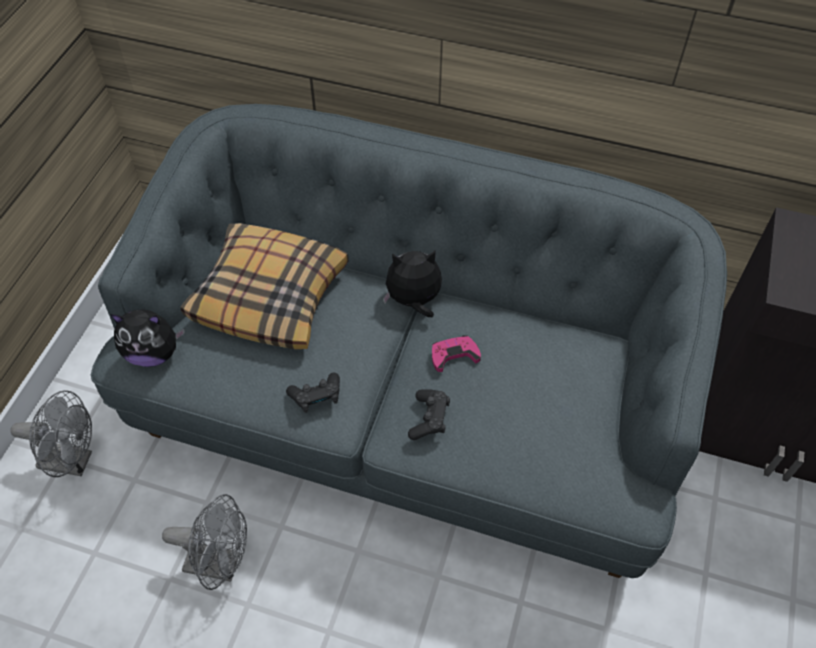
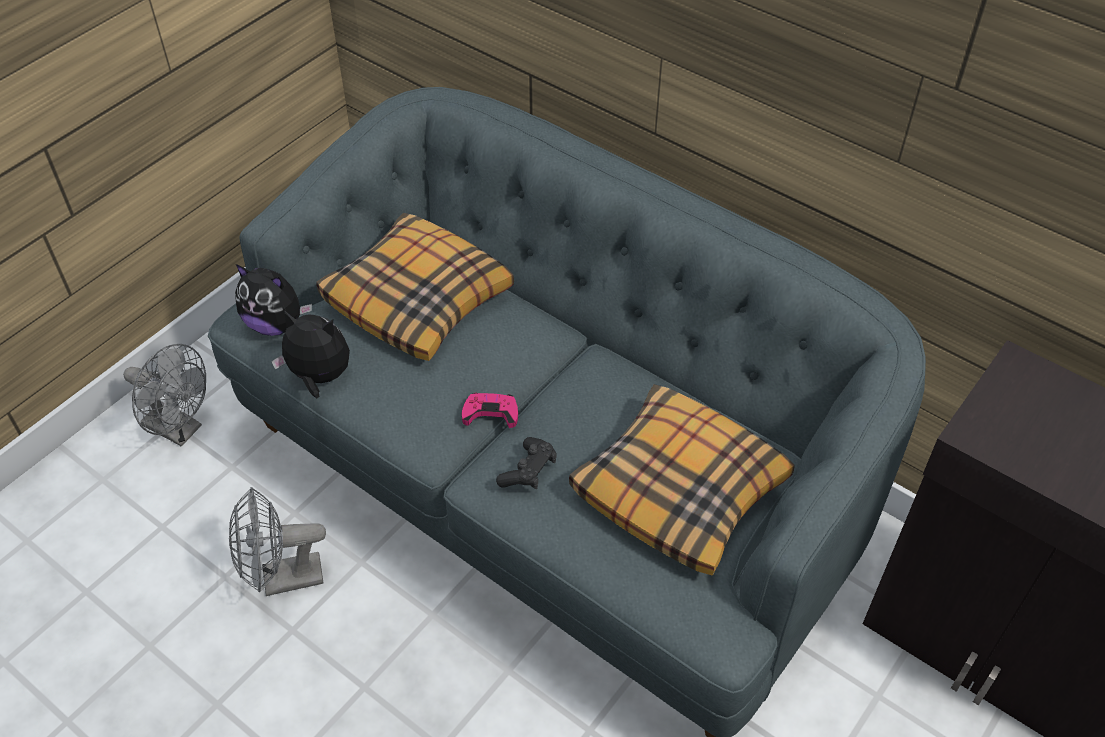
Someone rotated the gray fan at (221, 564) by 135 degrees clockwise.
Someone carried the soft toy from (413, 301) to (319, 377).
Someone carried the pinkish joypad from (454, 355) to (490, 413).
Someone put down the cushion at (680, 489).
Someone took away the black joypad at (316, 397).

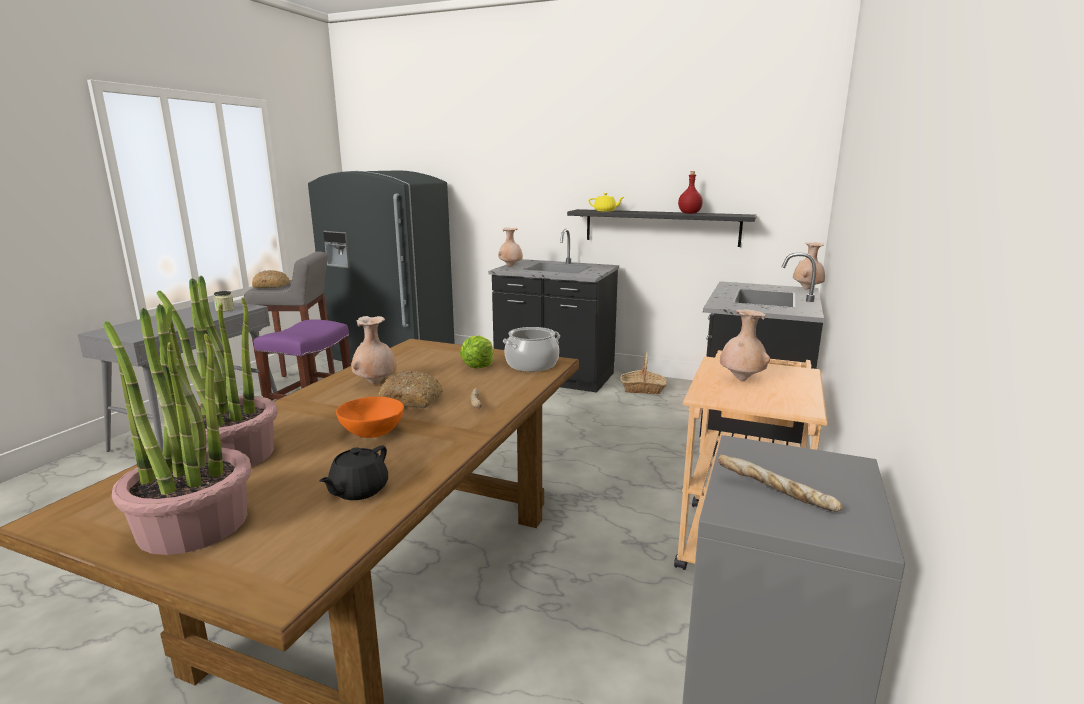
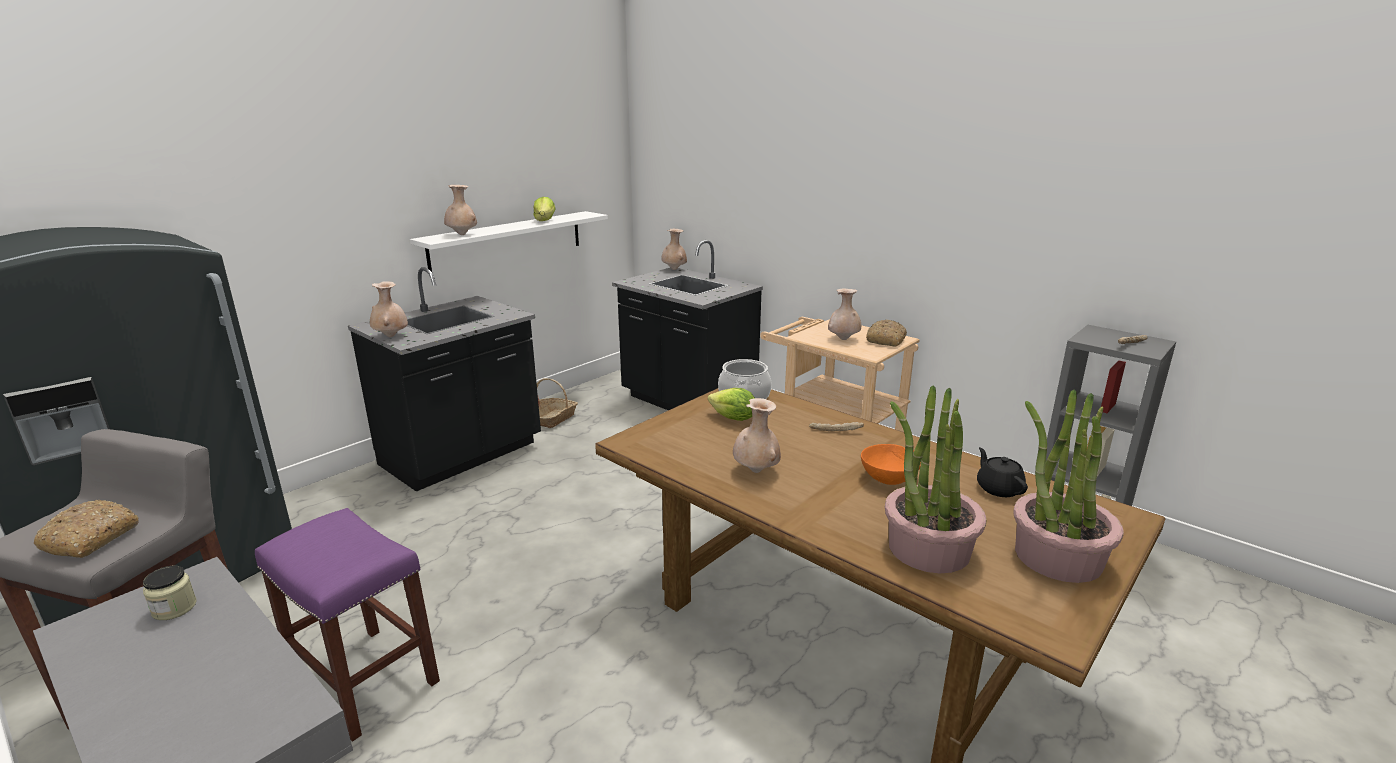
Someone repainted the black wall shelf at (661, 227), which became the white wall shelf at (508, 241).
Someone swapped the yellow pot for tea at (605, 211) for the beige vase at (462, 234).
Someone swapped the red beverage bottle at (690, 213) for the lettuce head at (545, 221).
Someone carried the bread from (412, 400) to (885, 340).
Someone rotated the black pot for tea at (358, 491) by 150 degrees counterclockwise.

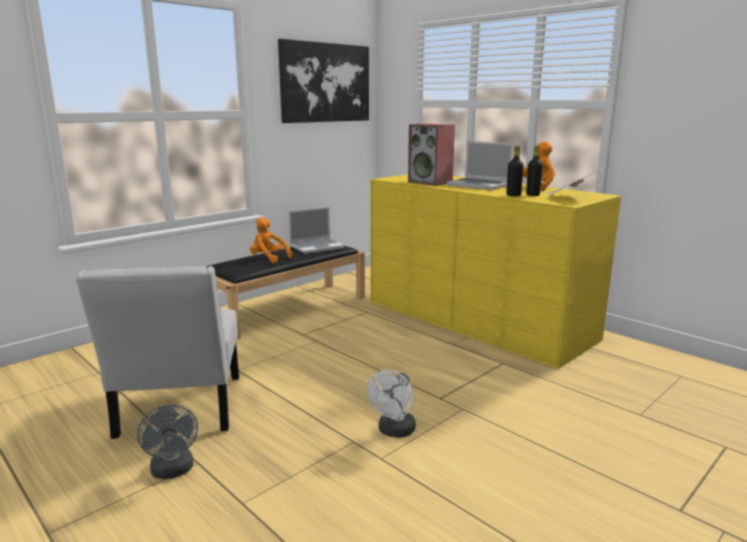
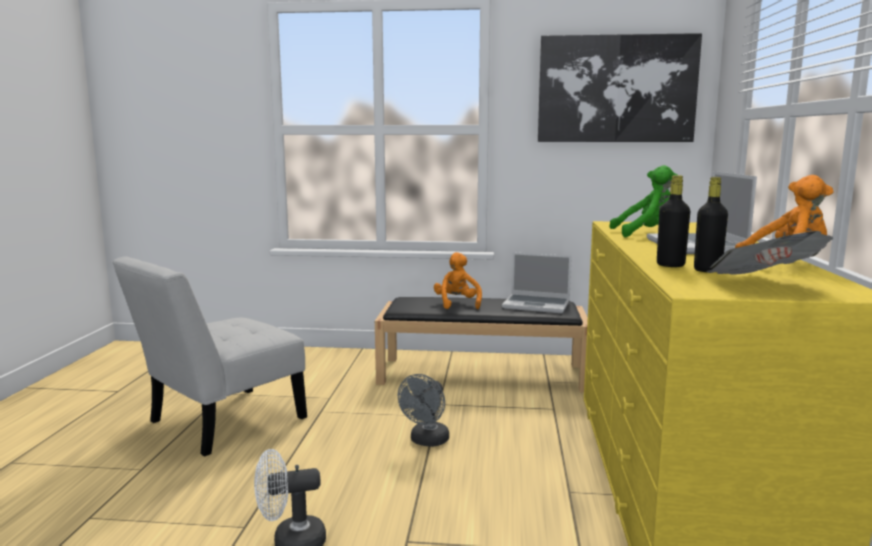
Someone carried the gray fan from (173, 471) to (427, 441).
Someone swapped the loudspeaker at (431, 182) for the green soft toy at (646, 233).

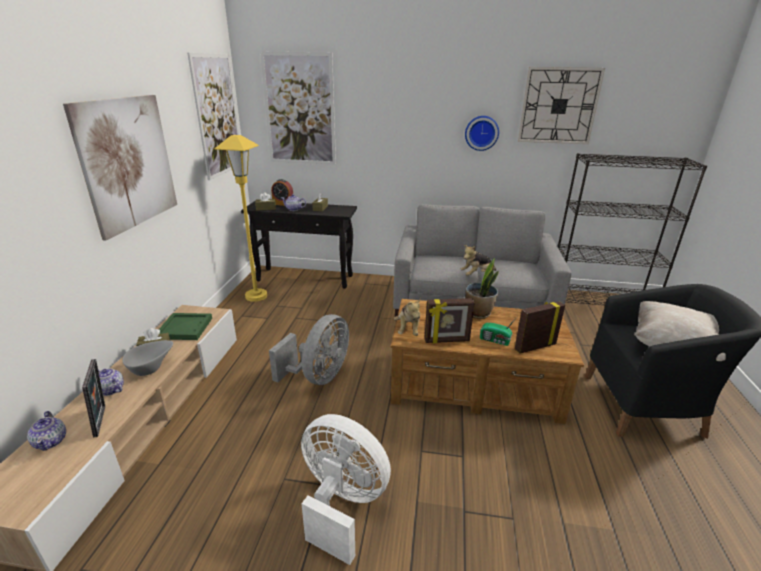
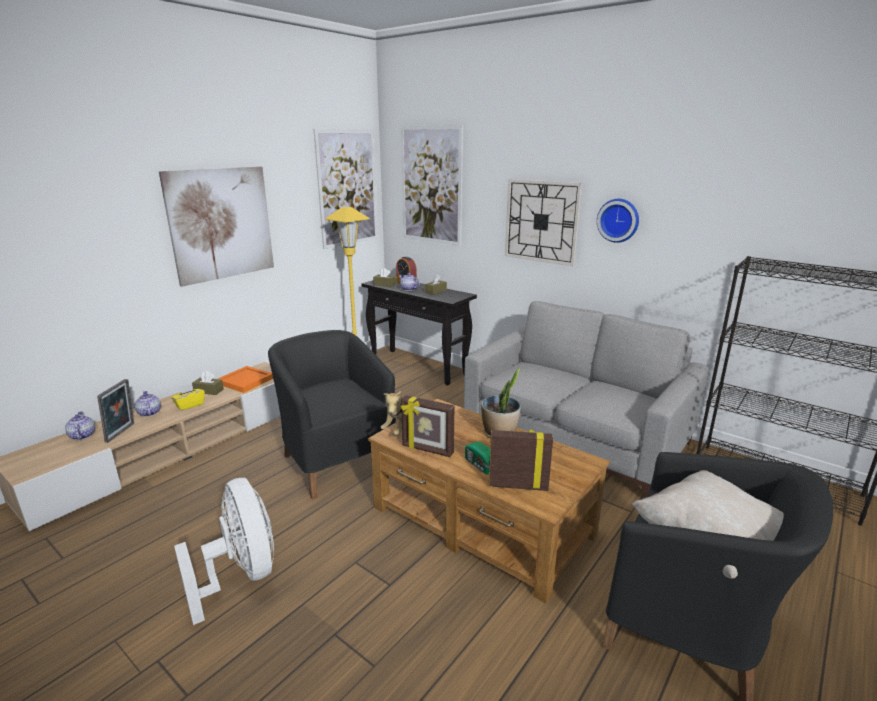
Someone rotated the pot for tea at (51, 441) by 150 degrees clockwise.
Someone swapped the gray serving bowl at (151, 368) for the yellow tissue holder at (190, 405).
Someone repainted the green carrying tray at (186, 328), which became the orange carrying tray at (246, 381).
Someone swapped the gray fan at (319, 376) for the black armchair at (336, 460).
Someone carried the hanging clock from (558, 106) to (541, 221).
Someone took away the soft toy at (477, 275).

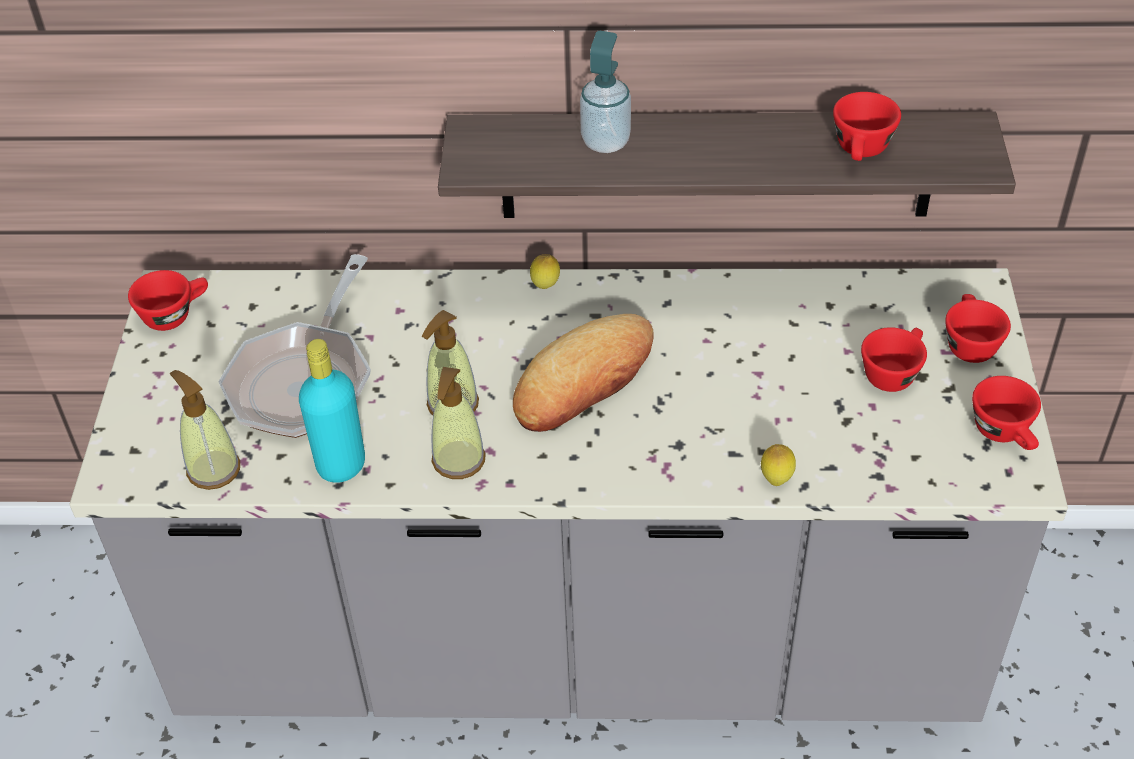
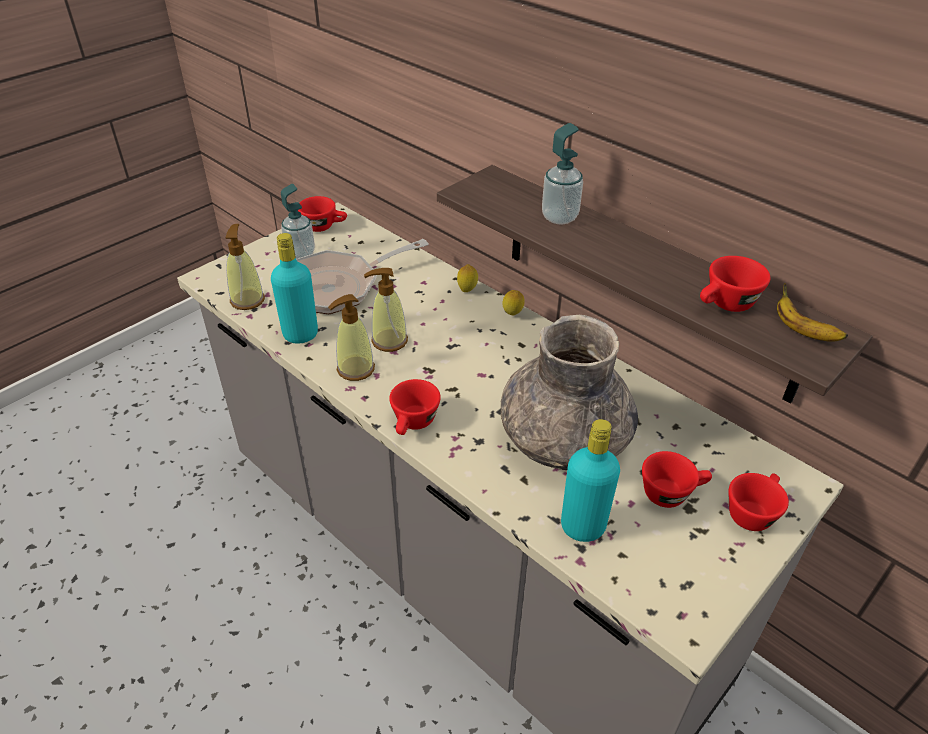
Someone put down the soap bottle at (300, 254).
Someone carried the red drinking cup from (1005, 434) to (413, 424).
Someone carried the whole lemon from (776, 479) to (467, 290).
Someone put down the gray vase at (563, 441).
Someone put down the blue-green beverage bottle at (582, 527).
Someone put down the banana at (801, 331).
Someone took away the bread at (584, 380).

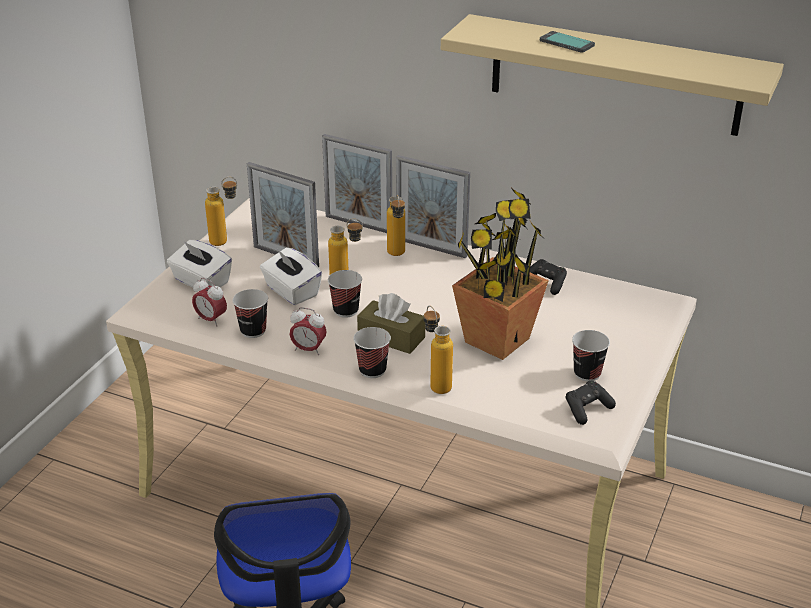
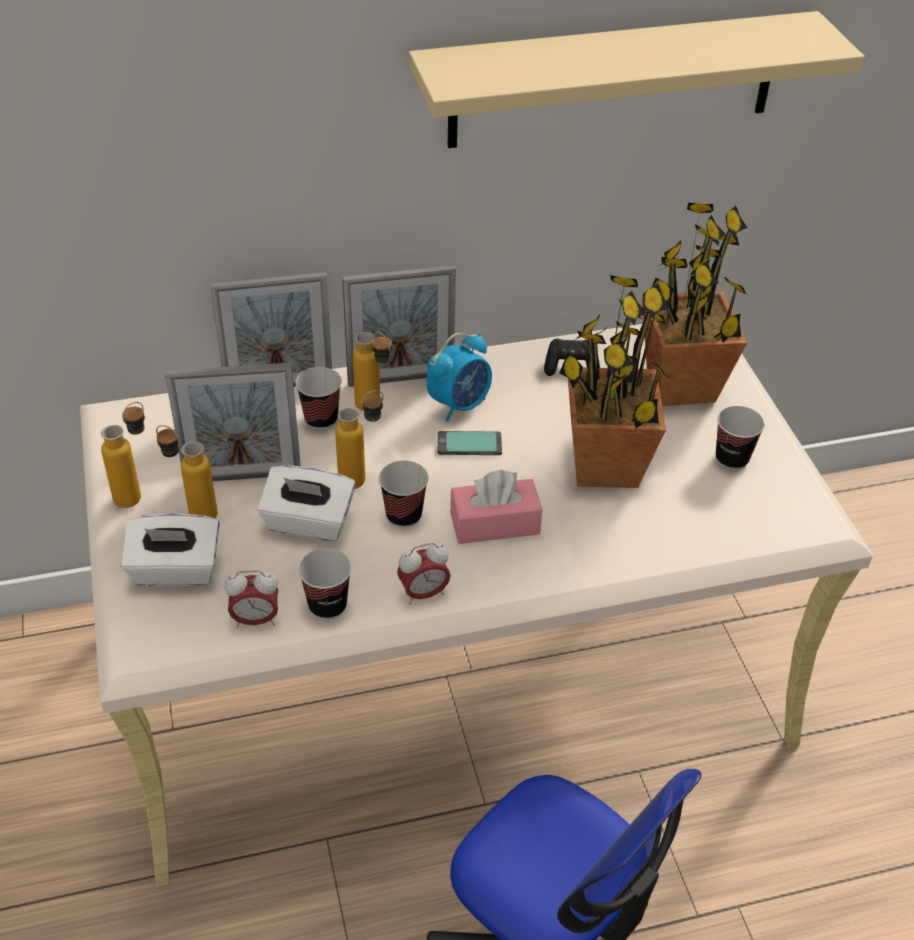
Someone carried the beverage bottle from (436, 383) to (193, 512).
Someone carried the drinking cup from (372, 370) to (321, 419).
Someone put down the alarm clock at (459, 404).
Someone carried the handset from (566, 43) to (469, 445).
Someone repainted the brownish tissue holder at (391, 337), which became the pinkish tissue holder at (494, 523).
Someone put down the houseplant at (681, 386).
Someone took away the black joypad at (587, 409).

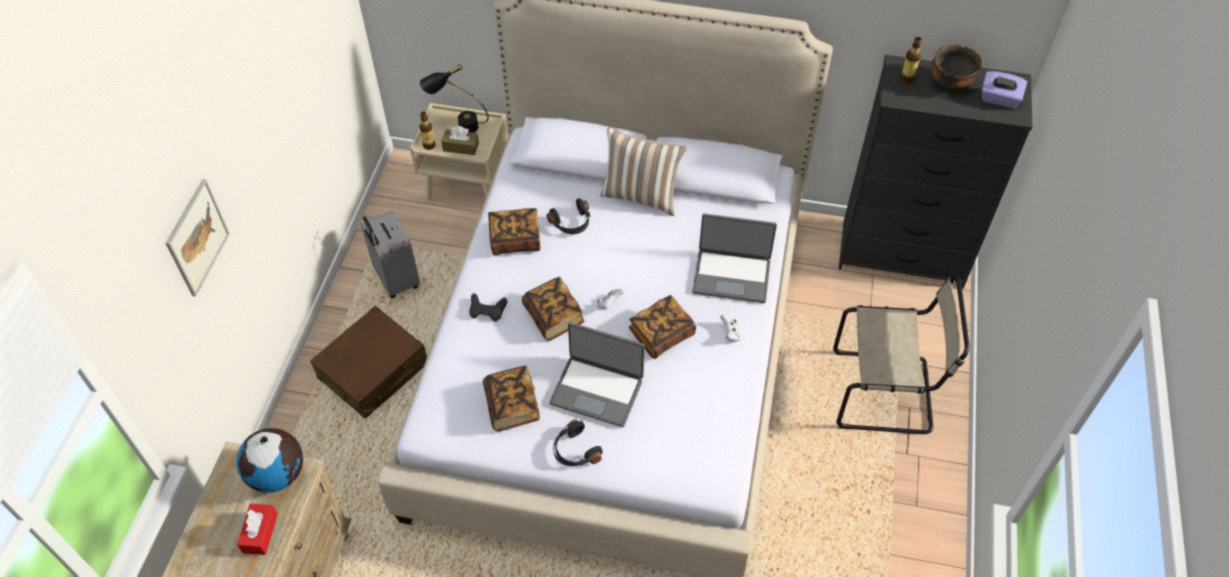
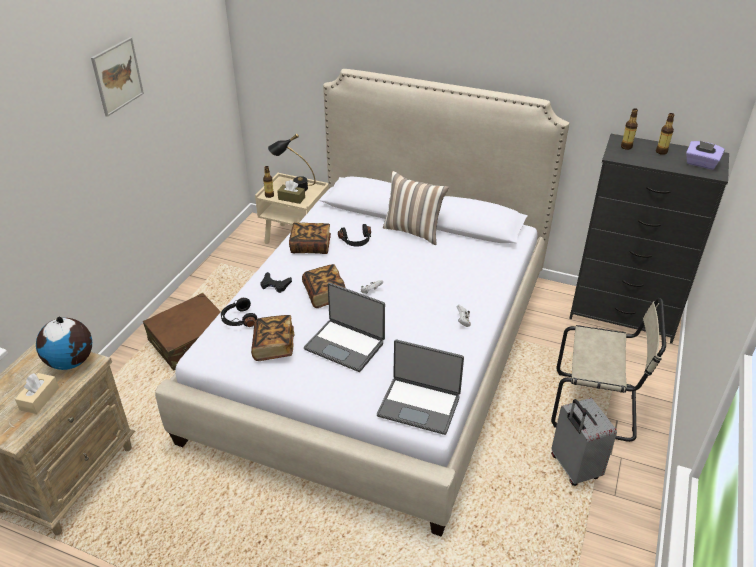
Someone repainted the red tissue holder at (260, 533), which became the beige tissue holder at (39, 398).
Someone carried the picture from (197, 237) to (117, 76).
Someone carried the black pair of headphones from (575, 451) to (238, 319).
Someone carried the laptop from (731, 275) to (419, 405).
Someone carried the gray travel case from (396, 280) to (573, 468).
Someone swapped the serving bowl at (950, 83) for the beverage bottle at (661, 152).
Someone took away the volume at (661, 335).

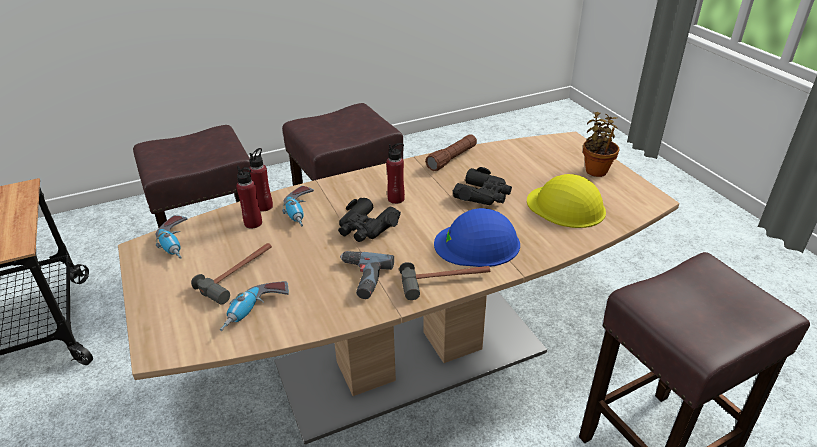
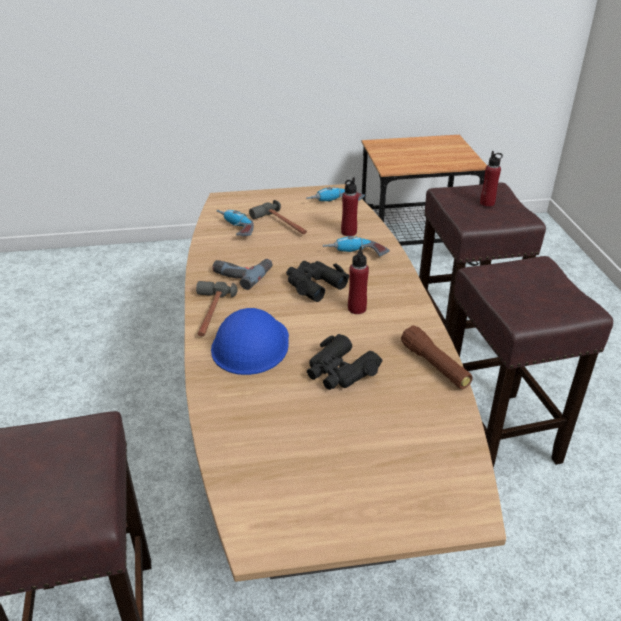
Someone carried the red beverage bottle from (264, 206) to (487, 203).
Someone took away the yellow safety helmet at (566, 206).
Someone took away the houseplant at (596, 170).

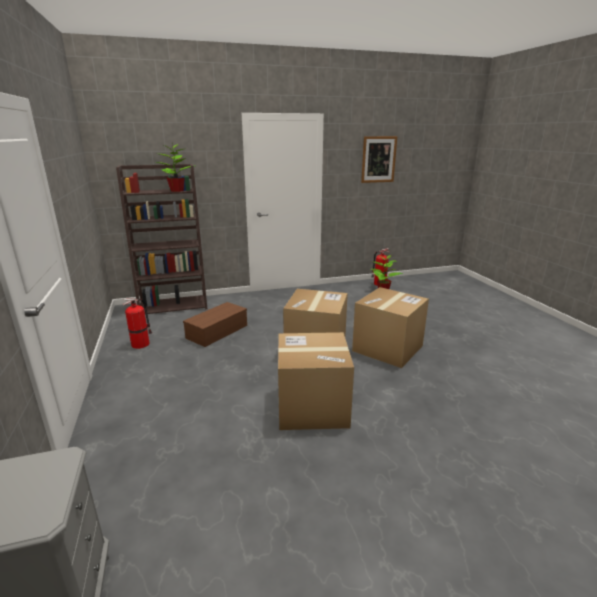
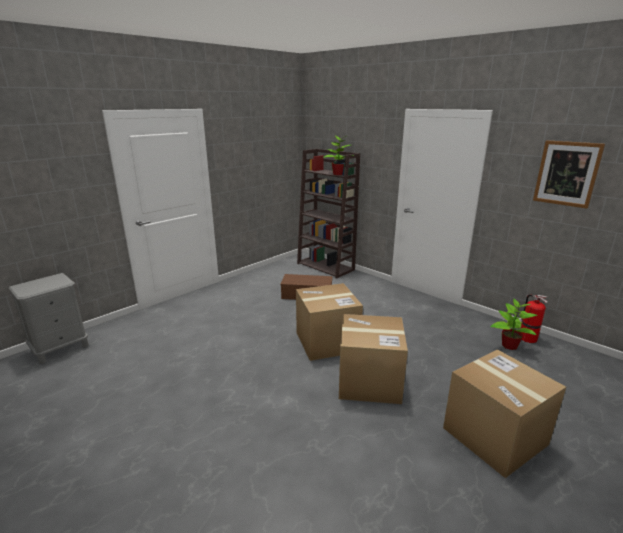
Someone carried the carton from (312, 406) to (494, 436).
Someone took away the extinguisher at (141, 344).

